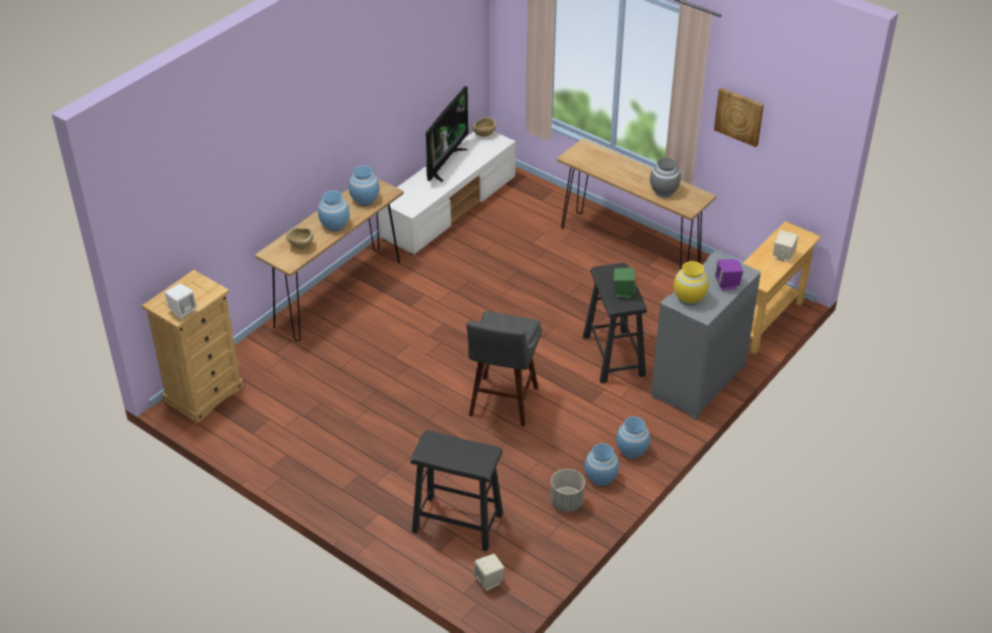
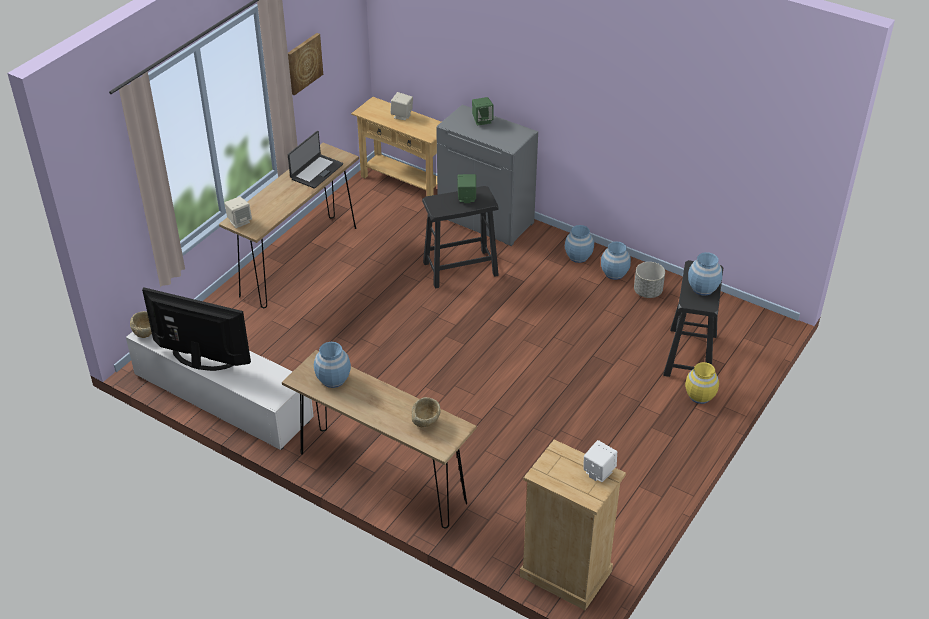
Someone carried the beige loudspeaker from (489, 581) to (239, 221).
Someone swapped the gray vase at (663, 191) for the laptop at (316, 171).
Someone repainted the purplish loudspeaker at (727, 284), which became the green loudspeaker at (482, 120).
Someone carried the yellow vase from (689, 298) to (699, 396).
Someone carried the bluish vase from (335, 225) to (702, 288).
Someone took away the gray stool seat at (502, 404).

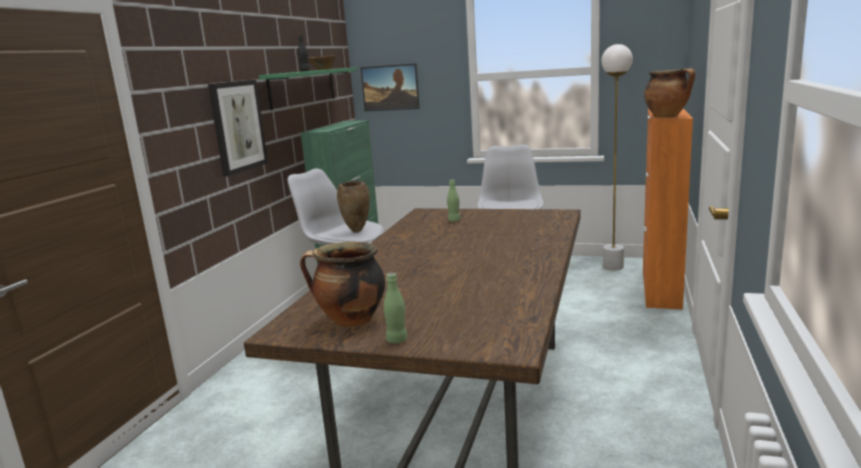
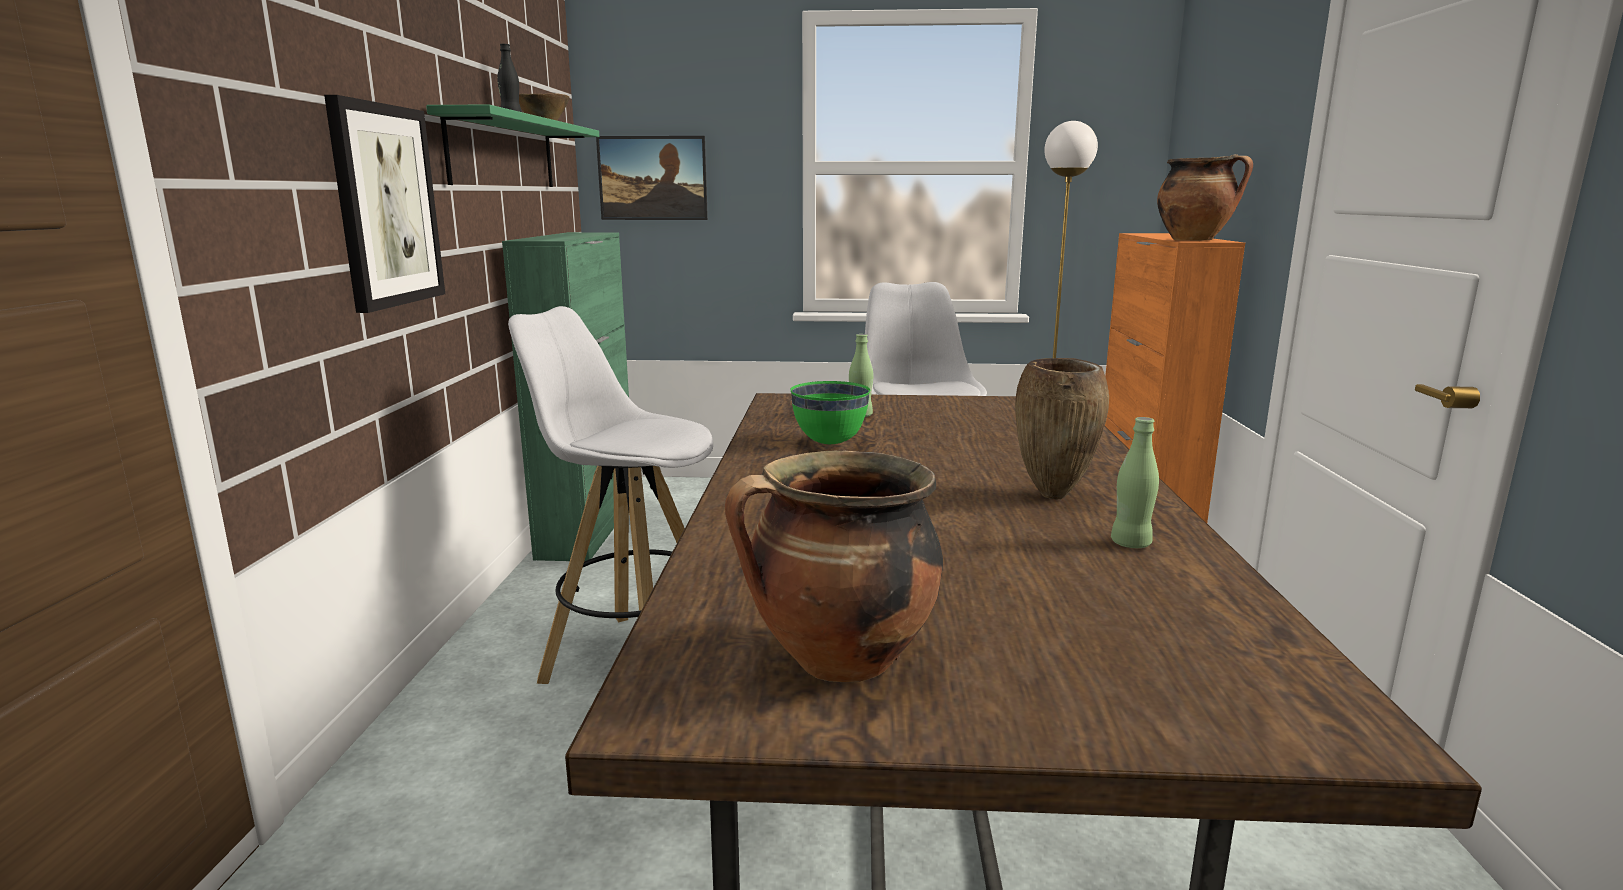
Someone put down the green serving bowl at (829, 442).
Someone carried the brownish vase from (357, 231) to (1055, 496).
Someone carried the green beverage bottle from (397, 340) to (1130, 543).

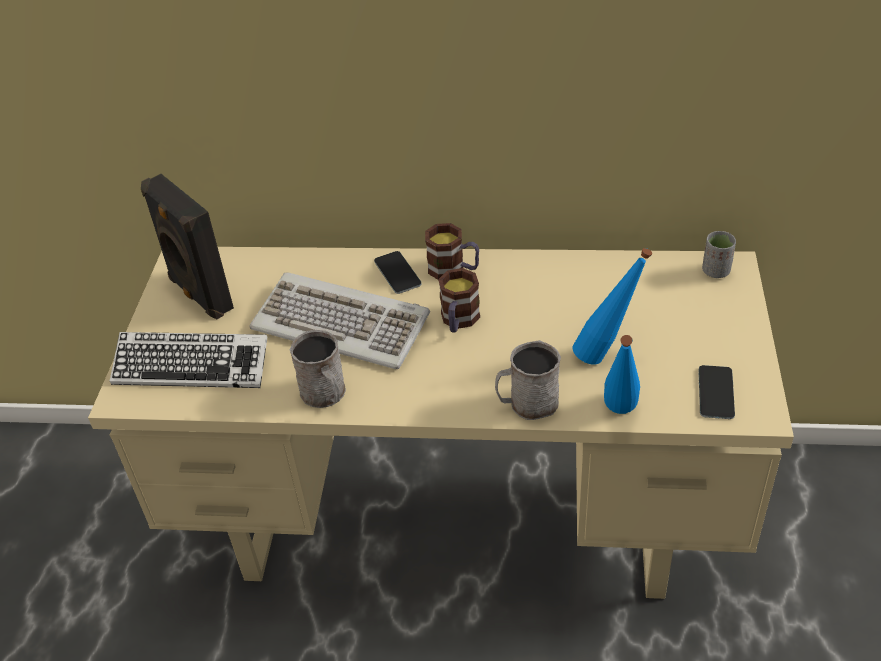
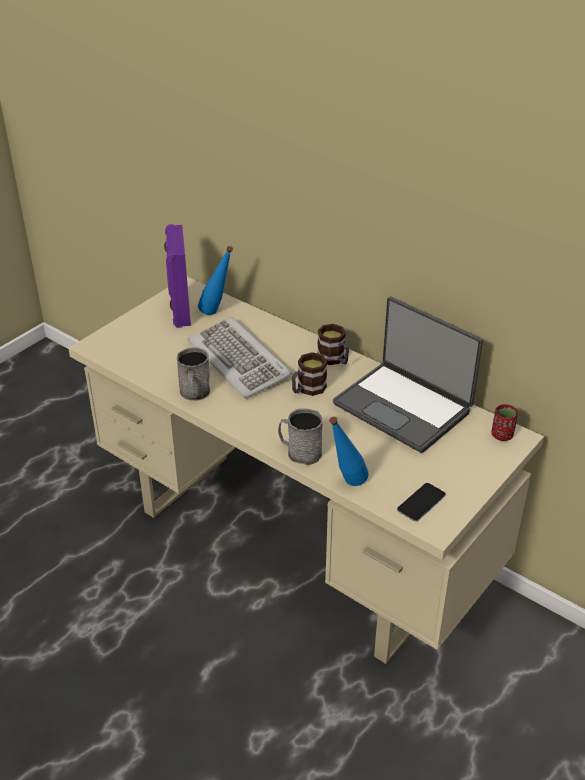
Someone repainted the black loudspeaker at (199, 295), which became the purplish loudspeaker at (179, 310).
Someone carried the bluish beverage bottle from (606, 355) to (217, 314).
Someone put down the laptop at (403, 407).
Someone repainted the gray drinking cup at (716, 271), which became the red drinking cup at (502, 435).
Someone took away the PC keyboard at (192, 367).
Someone took away the handset at (397, 273).

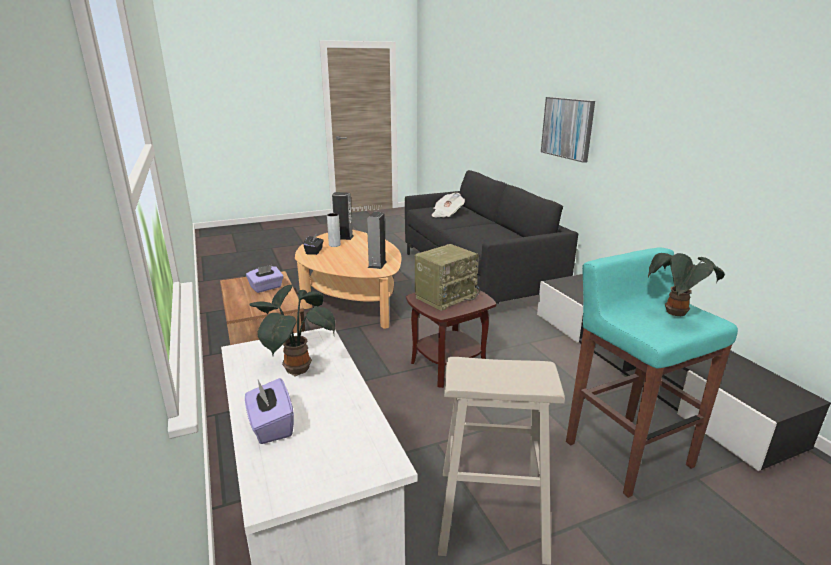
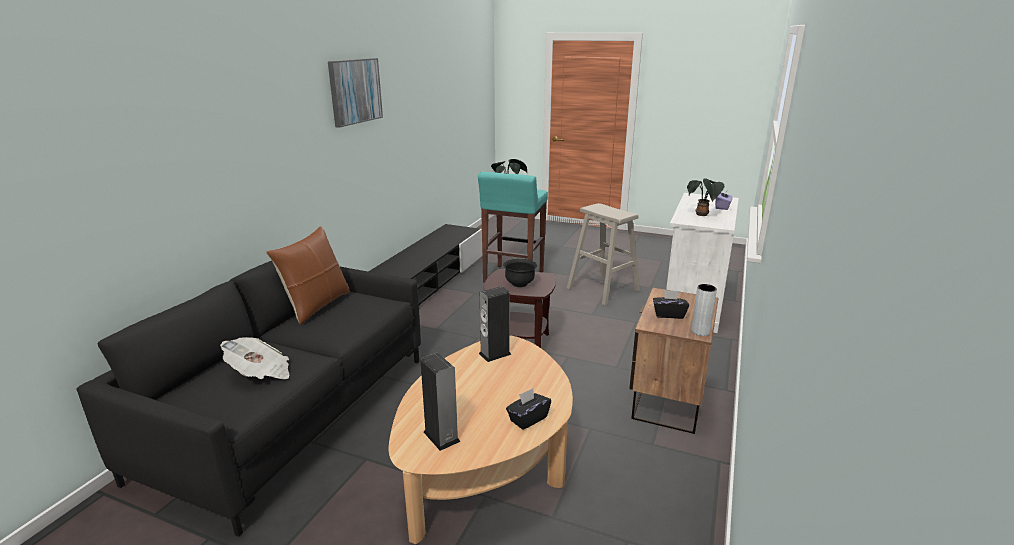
Someone put down the brownish cushion at (316, 306).
Someone carried the picture from (567, 128) to (355, 91).
Someone swapped the radio receiver at (446, 297) for the black serving bowl at (520, 284).
Someone repainted the purplish tissue holder at (266, 288), which became the black tissue holder at (669, 314).
Someone carried the gray vase from (334, 245) to (700, 331).

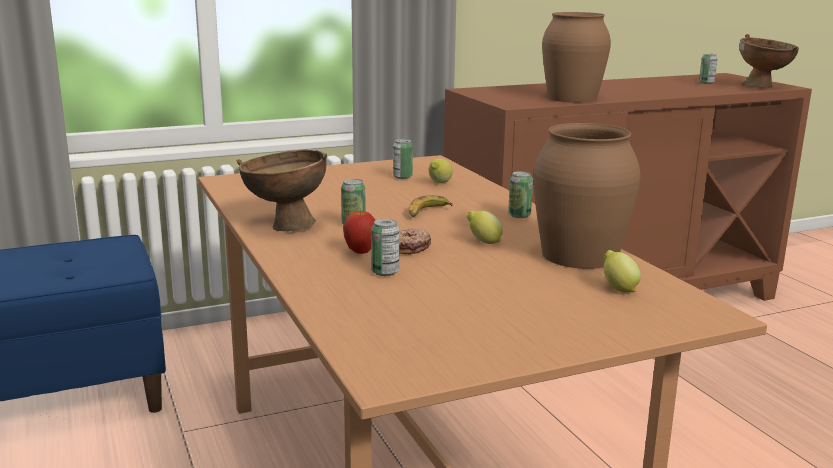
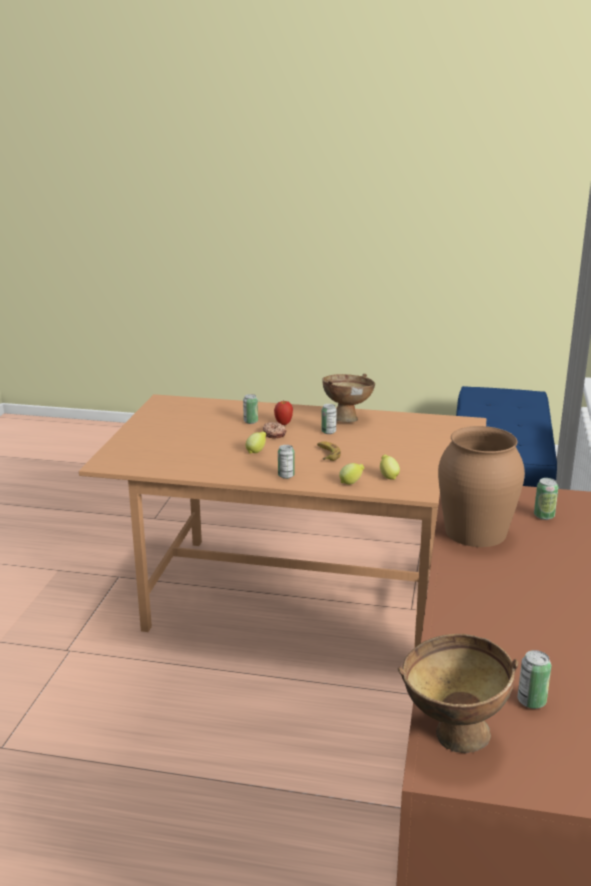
Someone carried the whole lemon from (618, 289) to (351, 483).
Someone carried the can from (402, 177) to (544, 516).
Someone took away the brownish vase at (579, 255).

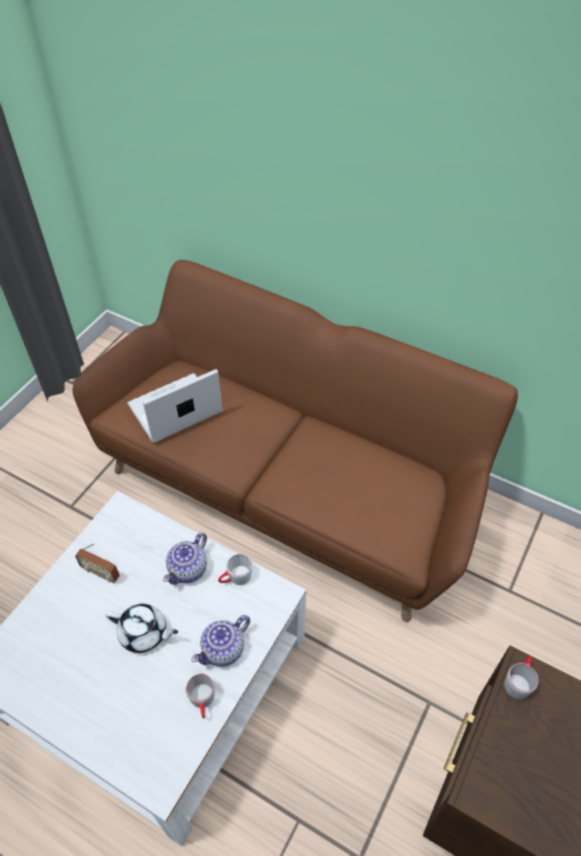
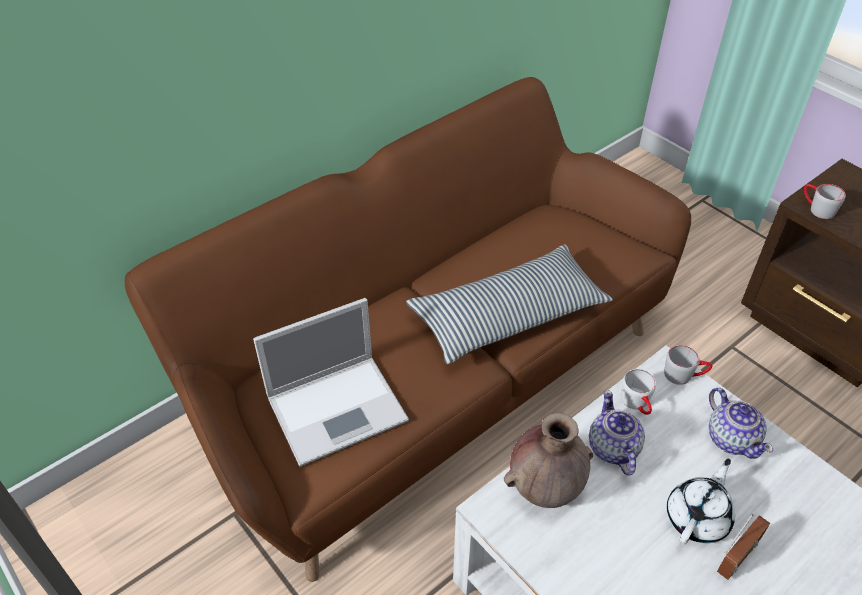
Someone rotated the laptop at (173, 410) by 105 degrees counterclockwise.
Someone put down the cushion at (508, 315).
Someone put down the brownish vase at (545, 489).
Someone rotated the pot for tea at (188, 569) by 150 degrees counterclockwise.
Someone carried the gray tea mug from (203, 702) to (684, 375).
Someone carried the radio receiver from (101, 573) to (736, 558).

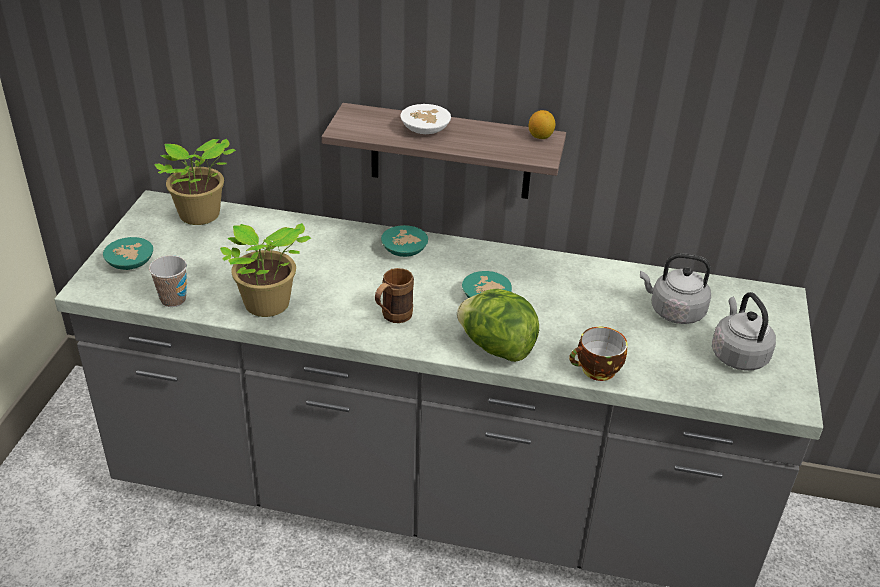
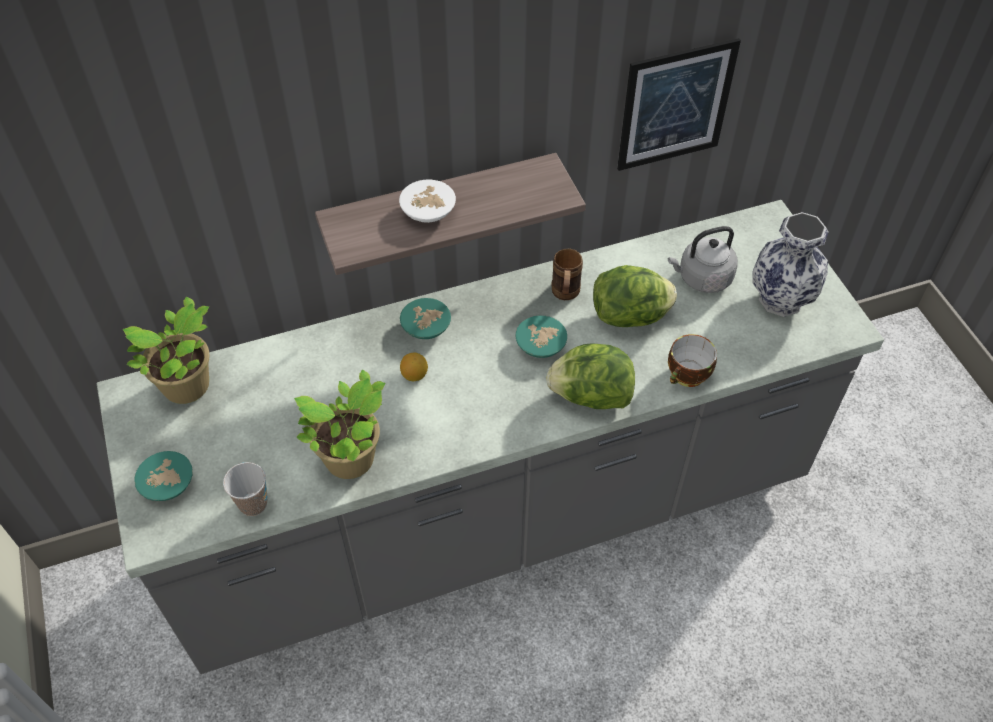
Someone carried the whole lemon from (540, 137) to (414, 375).
Someone carried the brownish tea mug from (392, 318) to (565, 295).
Someone put down the lettuce head at (630, 316).
Someone put up the picture at (675, 106).
Someone swapped the gray kettle at (737, 354) for the vase at (779, 299).

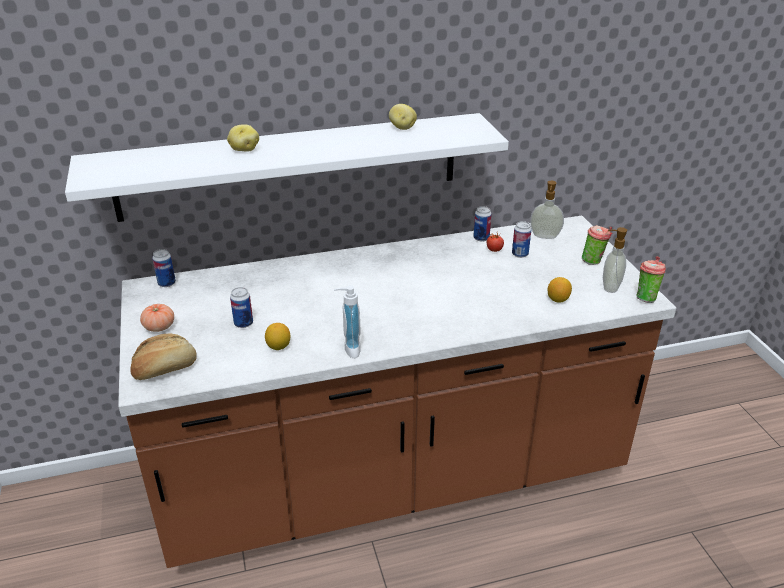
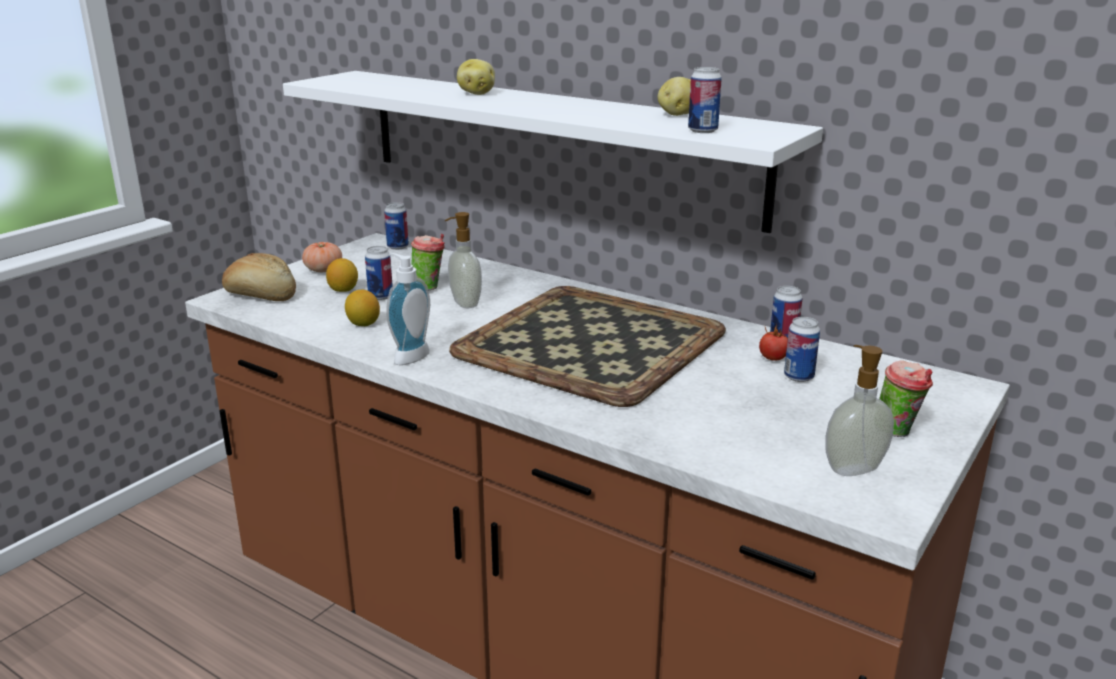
Someone carried the whole lemon from (558, 299) to (343, 290).
Someone carried the drinking cup from (645, 297) to (429, 288).
Someone carried the soap bottle from (544, 237) to (464, 303).
Someone put down the carrying tray at (587, 343).
Someone put down the can at (702, 130).

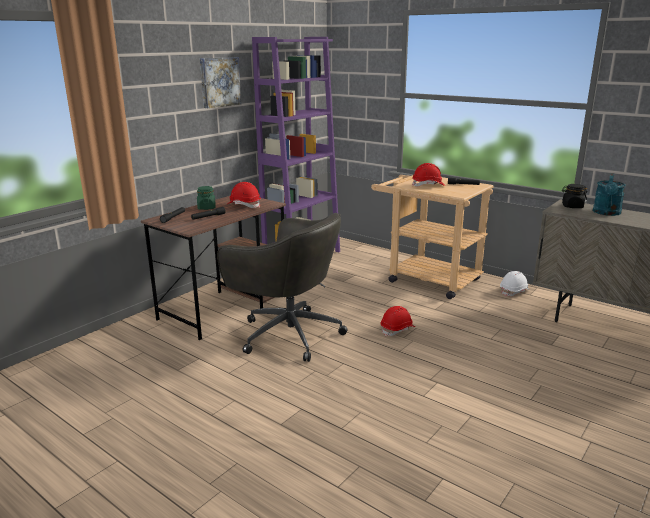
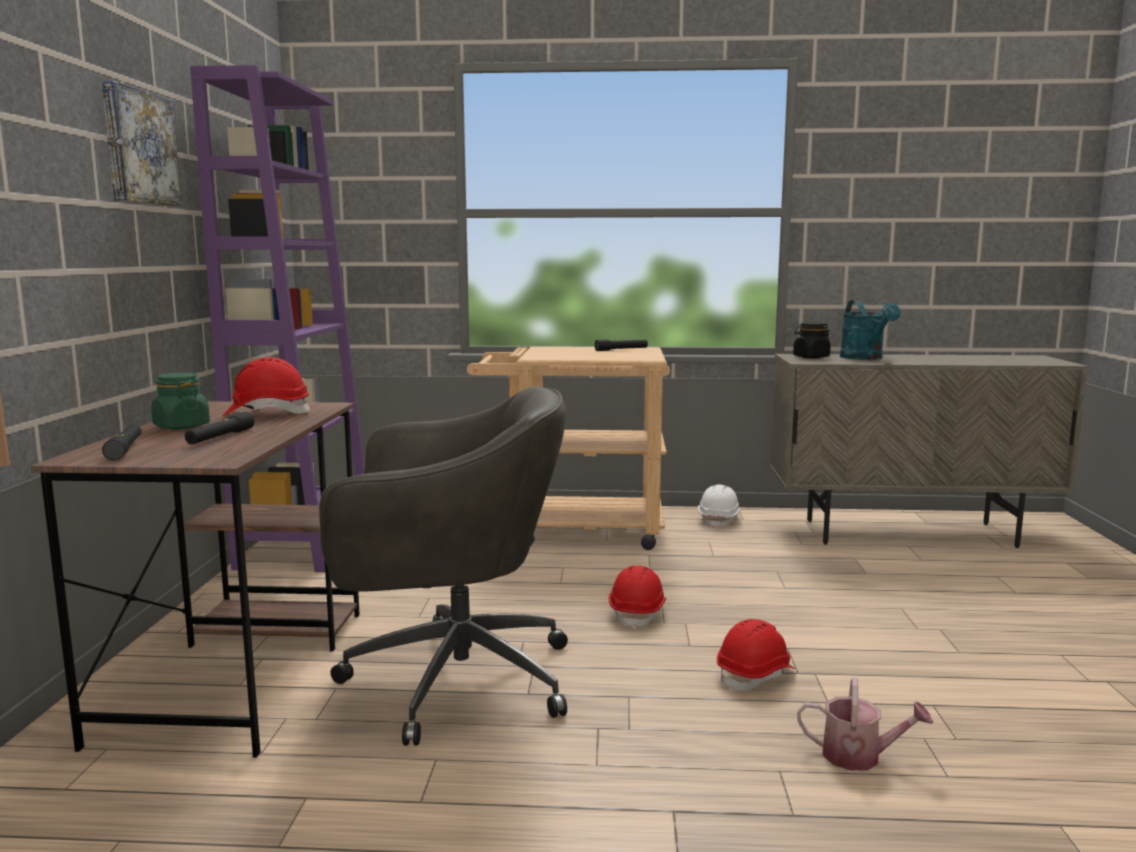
Someone carried the red safety helmet from (428, 185) to (755, 676).
Someone put down the watering pot at (859, 756).

